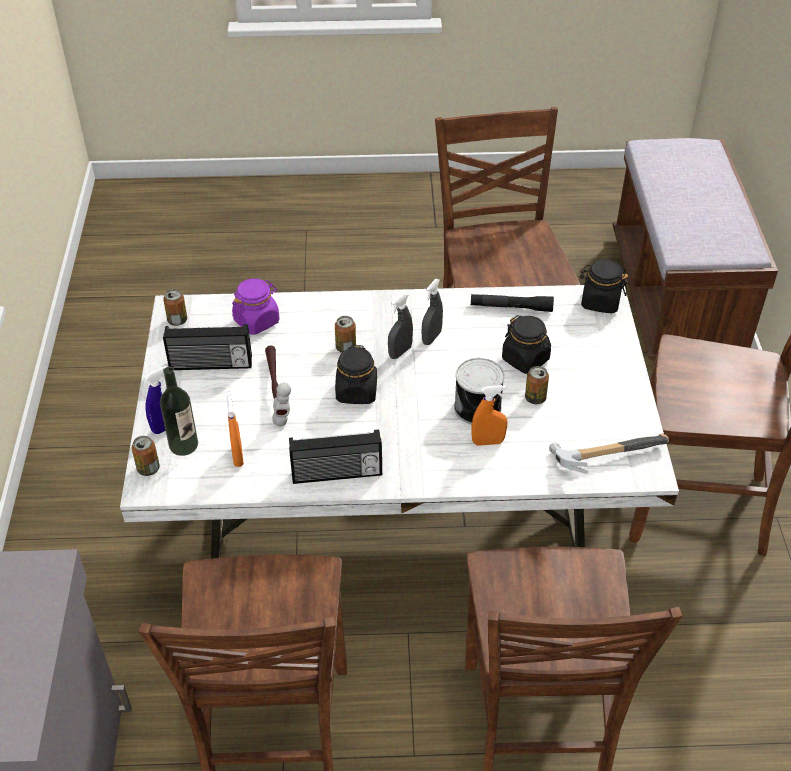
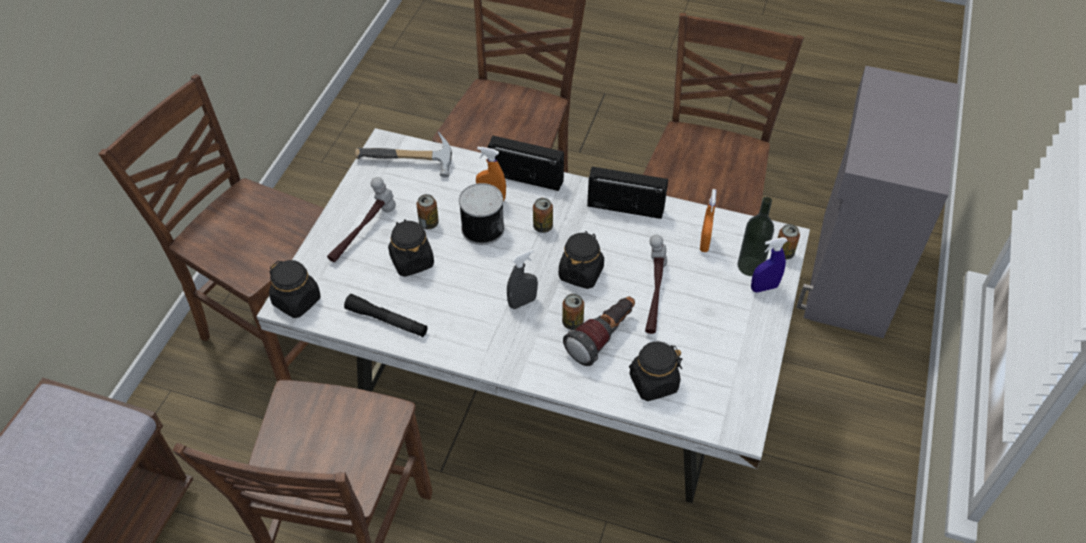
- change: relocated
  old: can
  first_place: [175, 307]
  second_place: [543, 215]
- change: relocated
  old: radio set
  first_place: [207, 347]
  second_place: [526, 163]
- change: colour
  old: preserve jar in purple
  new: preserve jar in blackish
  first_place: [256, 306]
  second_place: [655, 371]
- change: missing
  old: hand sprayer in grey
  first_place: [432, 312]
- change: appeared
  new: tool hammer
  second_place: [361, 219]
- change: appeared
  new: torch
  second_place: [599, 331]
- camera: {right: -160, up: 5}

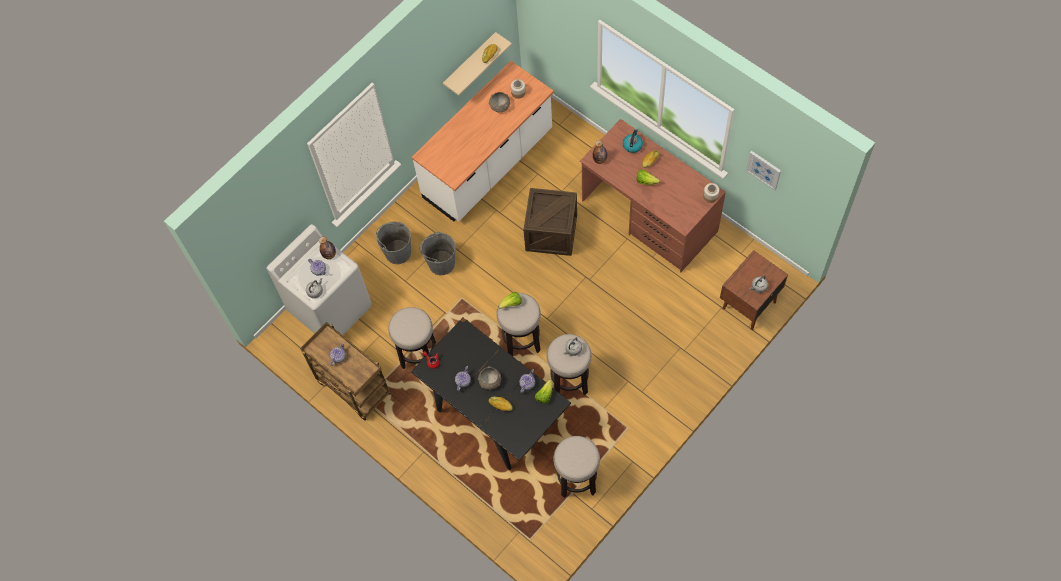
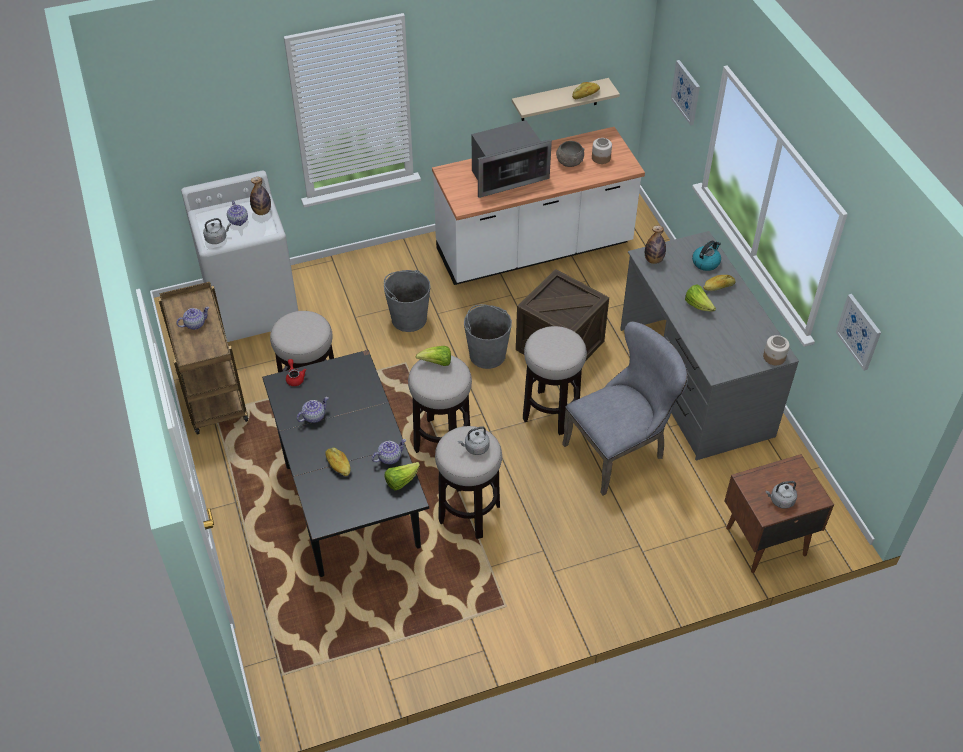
- change: relocated
  old: bucket in grey
  first_place: [393, 242]
  second_place: [488, 336]
- change: missing
  old: bowl in grey
  first_place: [489, 378]
- change: relocated
  old: sitting stool
  first_place: [576, 467]
  second_place: [555, 380]
- change: colour
  old: desk table in brownish
  new: desk table in grey
  first_place: [653, 195]
  second_place: [709, 345]
- change: appeared
  new: kitchen microwave
  second_place: [512, 159]
- change: appeared
  new: plain chair in grey
  second_place: [625, 408]
- change: appeared
  new: picture
  second_place: [685, 92]
- camera: {right: 25, up: -15}

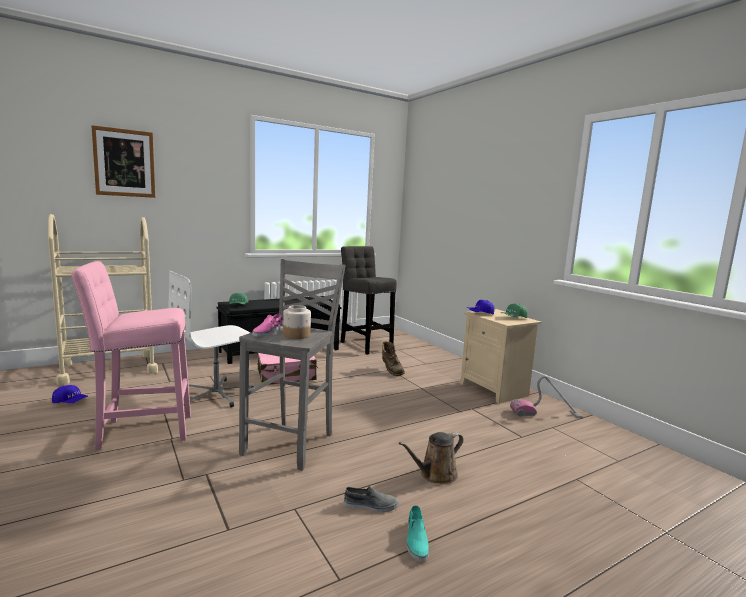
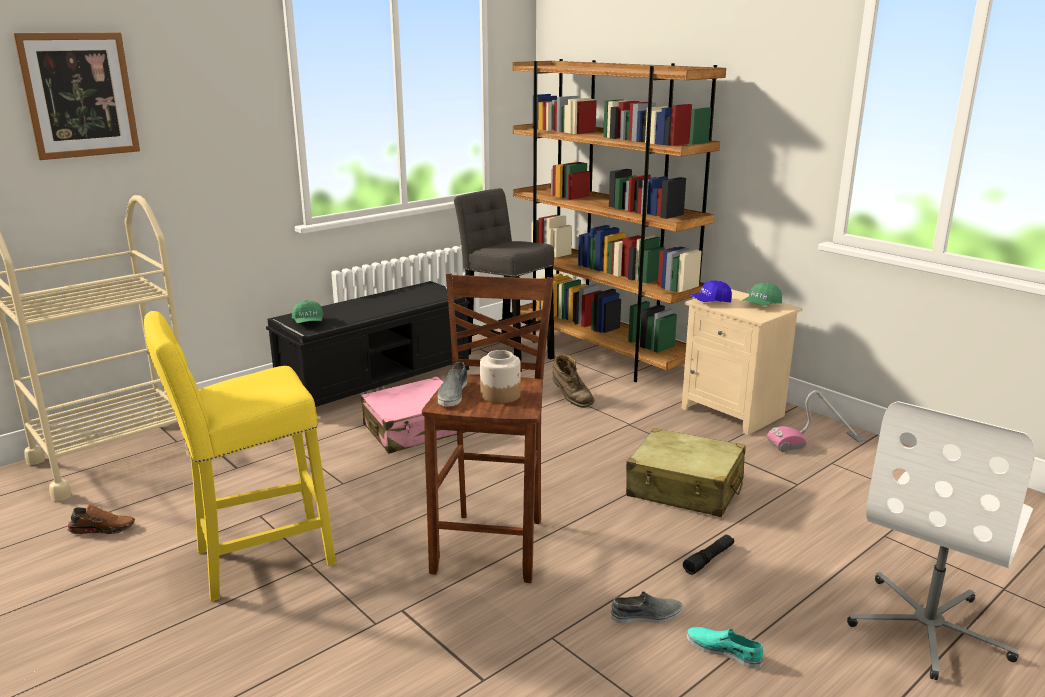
- change: exchanged
  old: baseball cap in blue
  new: item of footwear in brownish
  first_place: [70, 394]
  second_place: [101, 519]
- change: colour
  old: sitting stool in pink
  new: sitting stool in yellowish
  first_place: [131, 355]
  second_place: [240, 456]
- change: relocated
  old: desk chair in whitish
  first_place: [211, 339]
  second_place: [941, 540]
- change: colour
  old: sitting stool in grey
  new: sitting stool in brownish
  first_place: [292, 365]
  second_place: [488, 428]
- change: colour
  old: item of footwear in pink
  new: item of footwear in grey
  first_place: [268, 325]
  second_place: [452, 384]
- change: exchanged
  old: sprinkling can in brownish
  new: torch in blackish
  first_place: [431, 457]
  second_place: [708, 555]
- change: spun
  old: item of footwear in turquoise-coloured
  first_place: [417, 533]
  second_place: [725, 648]
  degrees: 135
- change: appeared
  new: bookcase in brownish
  second_place: [619, 220]
- change: appeared
  new: travel case in beige
  second_place: [686, 472]
- camera: {right: -10, up: 10}

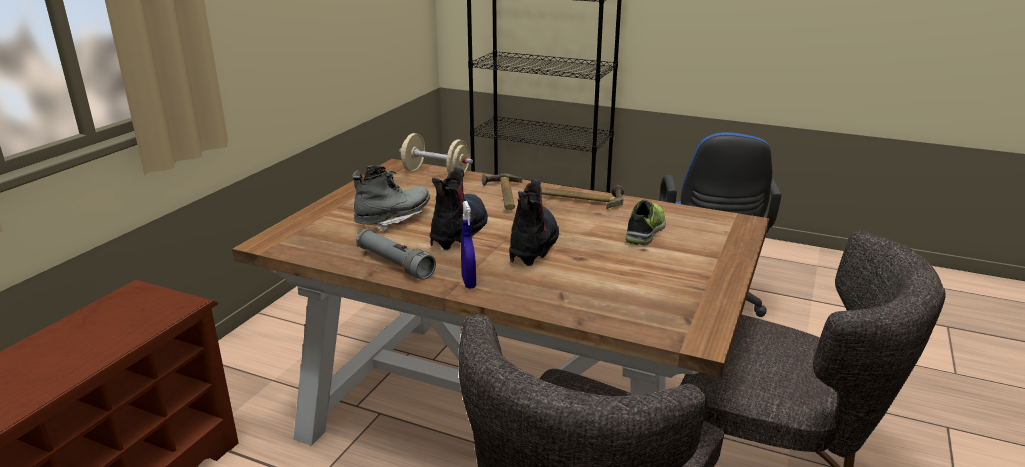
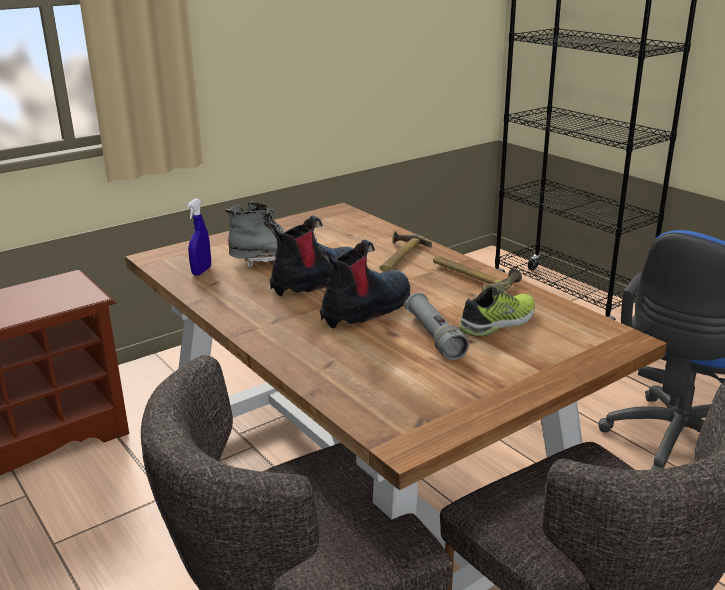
- change: relocated
  old: torch in grey
  first_place: [396, 254]
  second_place: [437, 326]
- change: missing
  old: hand weight in beige
  first_place: [436, 154]
- change: relocated
  old: hand sprayer in blue
  first_place: [468, 245]
  second_place: [199, 237]
- camera: {right: 30, up: 0}

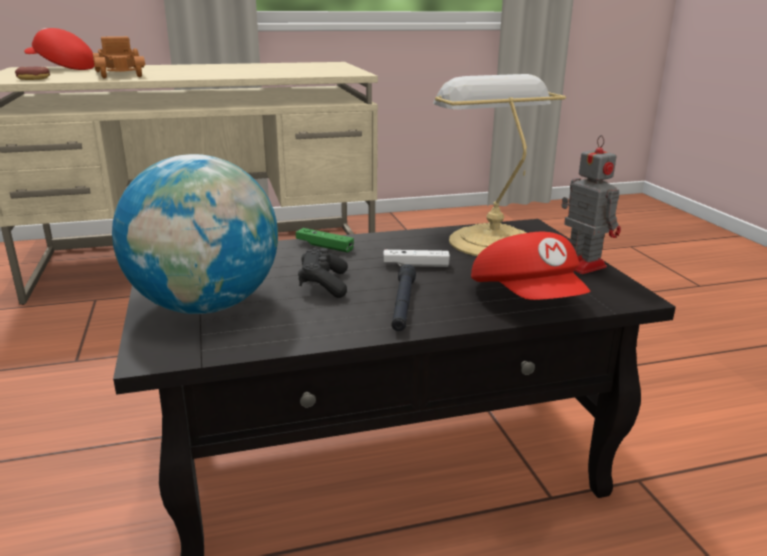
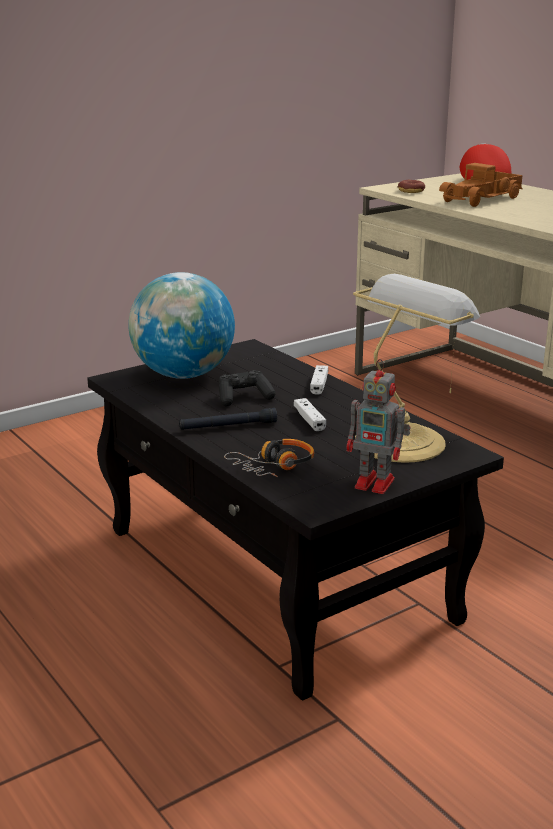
- change: colour
  old: gamepad in green
  new: gamepad in whitish
  first_place: [325, 240]
  second_place: [319, 380]
- change: exchanged
  old: baseball cap in red
  new: pair of headphones
  first_place: [530, 266]
  second_place: [269, 458]
- change: spun
  old: robot figure
  first_place: [591, 204]
  second_place: [378, 426]
  degrees: 75
- camera: {right: 70, up: 0}

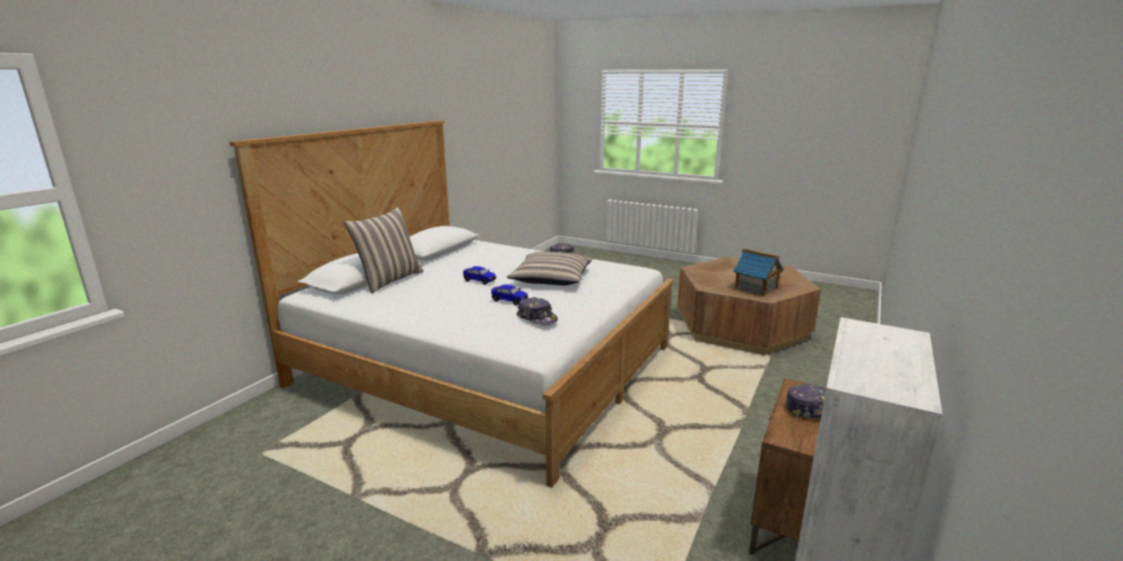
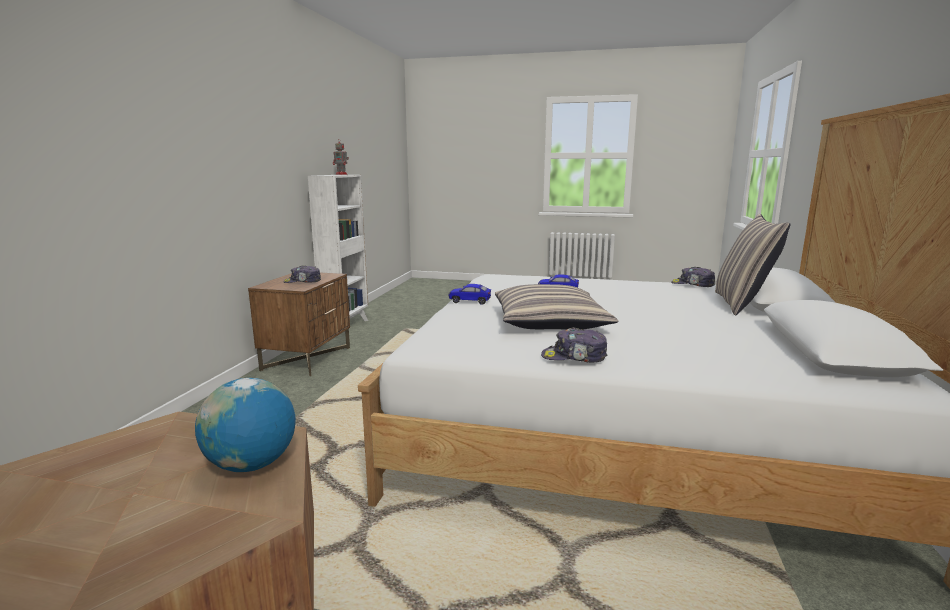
- change: relocated
  old: model car
  first_place: [479, 275]
  second_place: [469, 294]
- change: relocated
  old: baseball cap
  first_place: [537, 311]
  second_place: [693, 277]
- change: missing
  old: miniature house
  first_place: [758, 272]
- change: appeared
  new: desk globe
  second_place: [245, 425]
- change: appeared
  new: robot figure
  second_place: [341, 157]
- camera: {right: 165, up: -5}

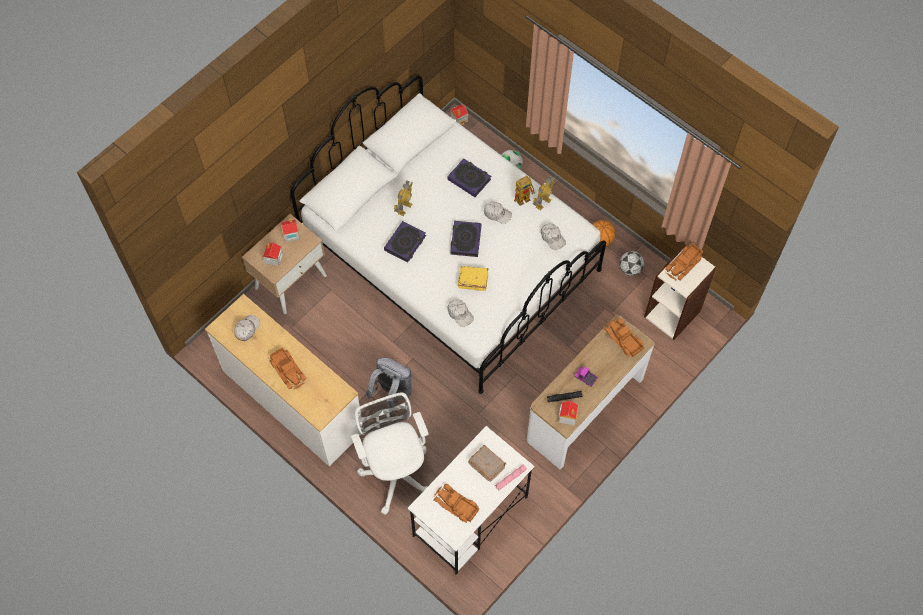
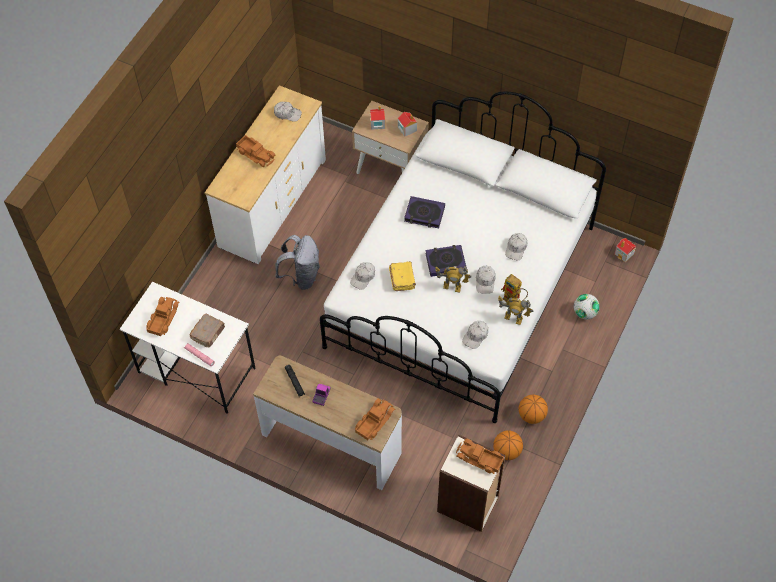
- change: spun
  old: toy truck
  first_place: [288, 368]
  second_place: [255, 151]
  degrees: -90
- change: missing
  old: desk chair in whitish
  first_place: [390, 453]
- change: relocated
  old: robot figure
  first_place: [403, 198]
  second_place: [453, 279]
- change: exchanged
  old: volume
  new: baseball cap in whitish
  first_place: [469, 177]
  second_place: [516, 247]
- change: missing
  old: miniature house
  first_place: [568, 413]
- change: exchanged
  old: football ball
  new: basketball ball
  first_place: [631, 263]
  second_place: [508, 445]
- camera: {right: 75, up: -5}

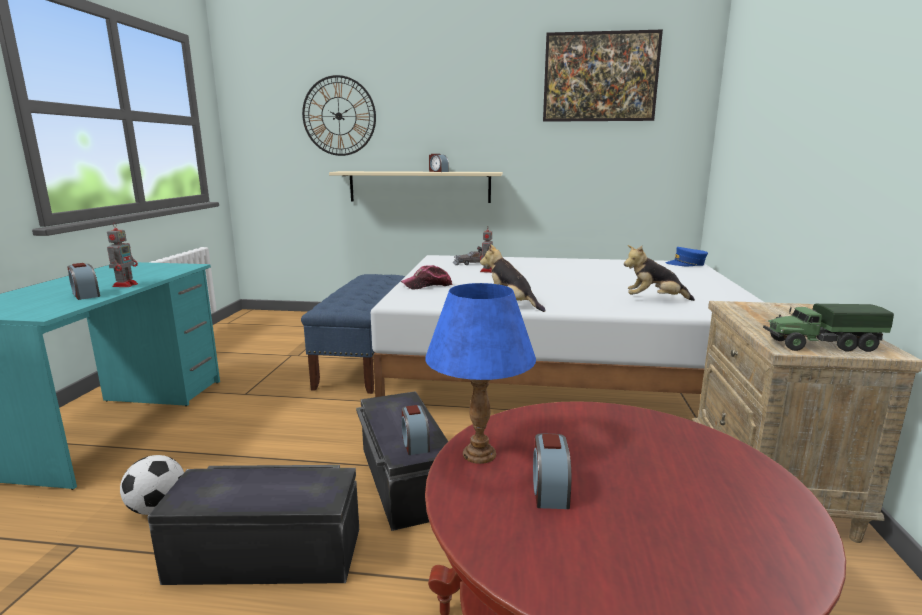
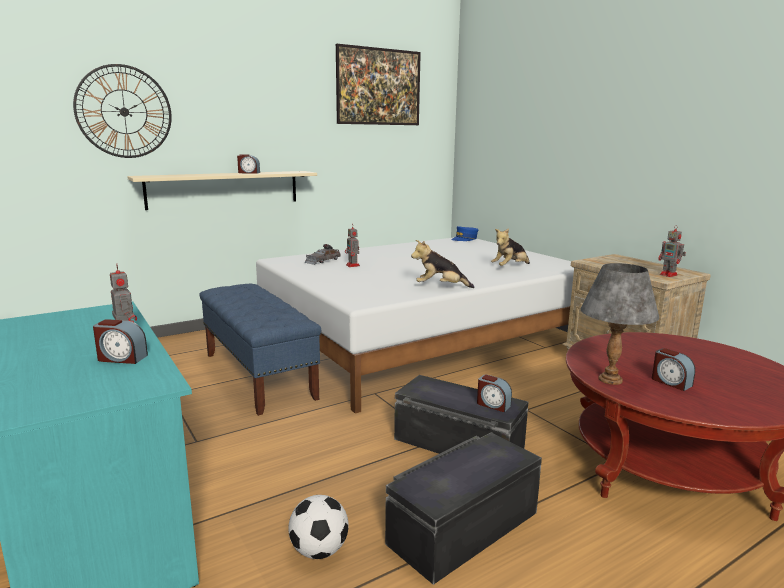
- change: missing
  old: baseball cap
  first_place: [426, 277]
- change: colour
  old: lamp for a table in blue
  new: lamp for a table in grey
  first_place: [480, 373]
  second_place: [620, 324]
- change: exchanged
  old: toy truck
  new: robot figure
  first_place: [828, 328]
  second_place: [672, 251]
- camera: {right: -40, up: 0}

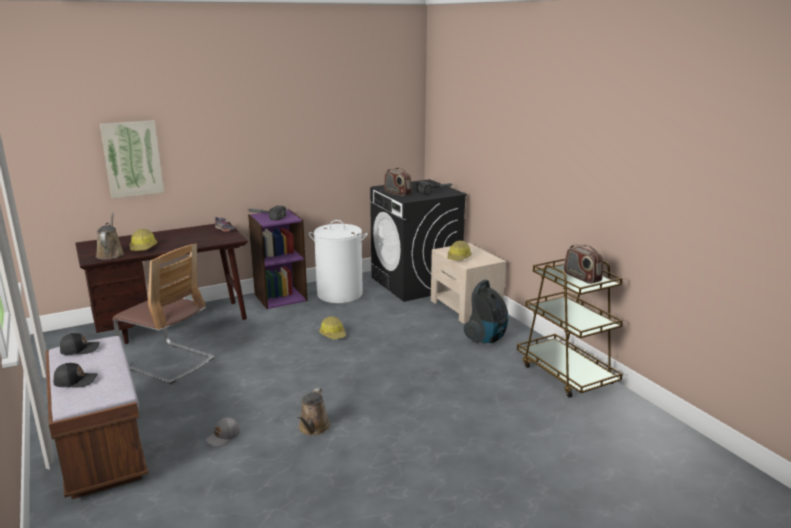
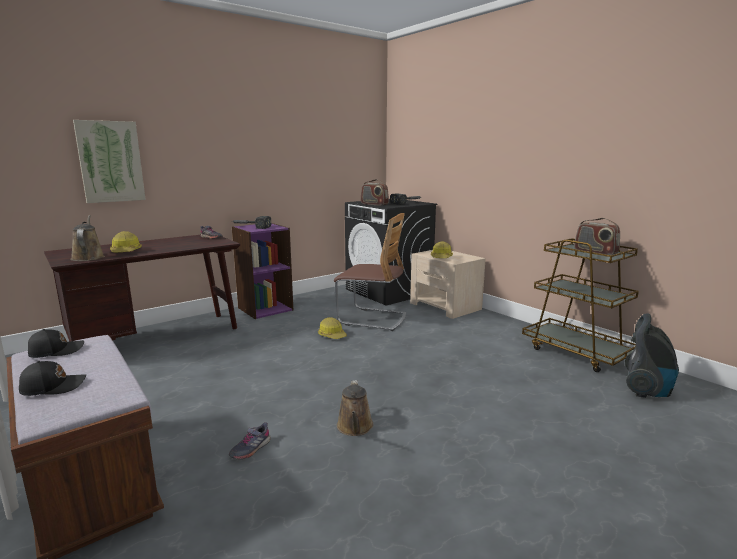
- change: relocated
  old: plain chair
  first_place: [163, 313]
  second_place: [370, 272]
- change: exchanged
  old: baseball cap in grey
  new: item of footwear in grey
  first_place: [222, 432]
  second_place: [250, 441]
- change: missing
  old: hamper in whitish
  first_place: [338, 261]
- change: relocated
  old: vacuum cleaner
  first_place: [486, 311]
  second_place: [652, 355]
- camera: {right: -10, up: -5}

